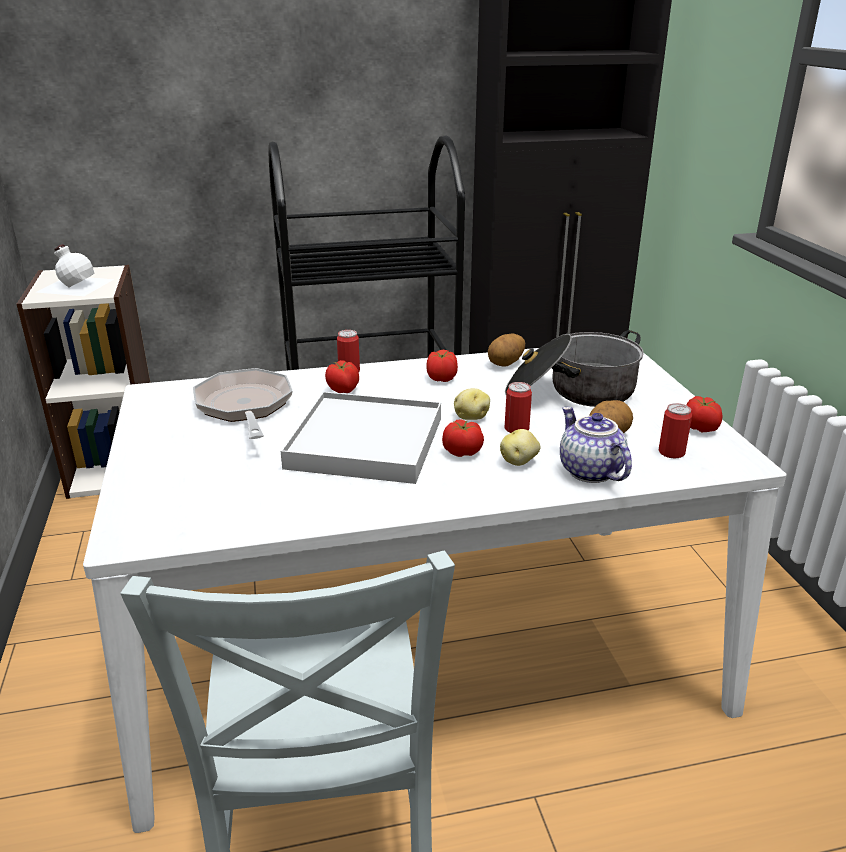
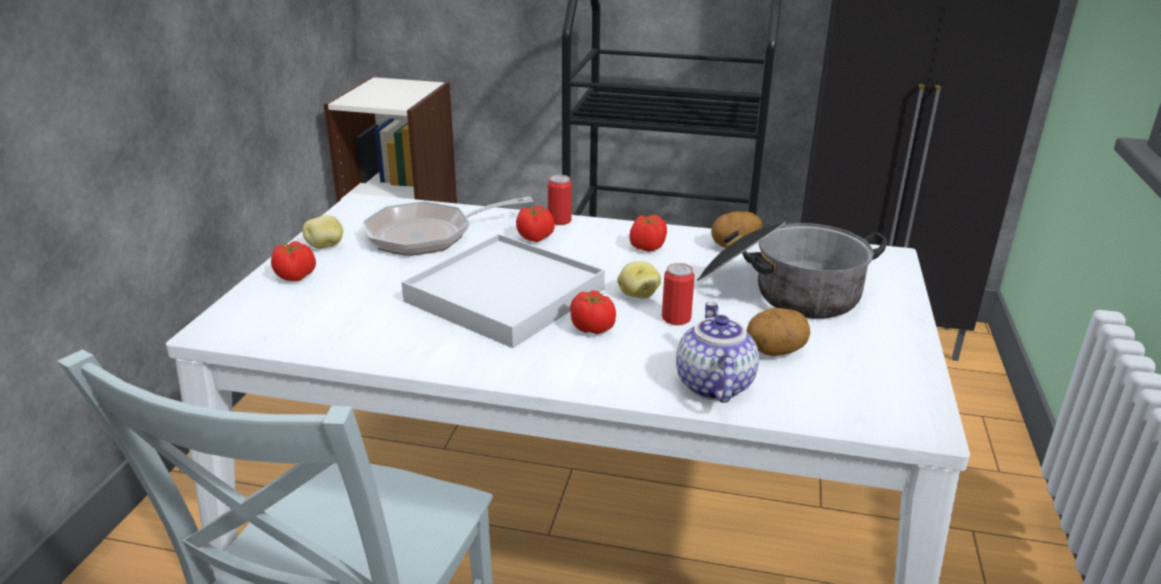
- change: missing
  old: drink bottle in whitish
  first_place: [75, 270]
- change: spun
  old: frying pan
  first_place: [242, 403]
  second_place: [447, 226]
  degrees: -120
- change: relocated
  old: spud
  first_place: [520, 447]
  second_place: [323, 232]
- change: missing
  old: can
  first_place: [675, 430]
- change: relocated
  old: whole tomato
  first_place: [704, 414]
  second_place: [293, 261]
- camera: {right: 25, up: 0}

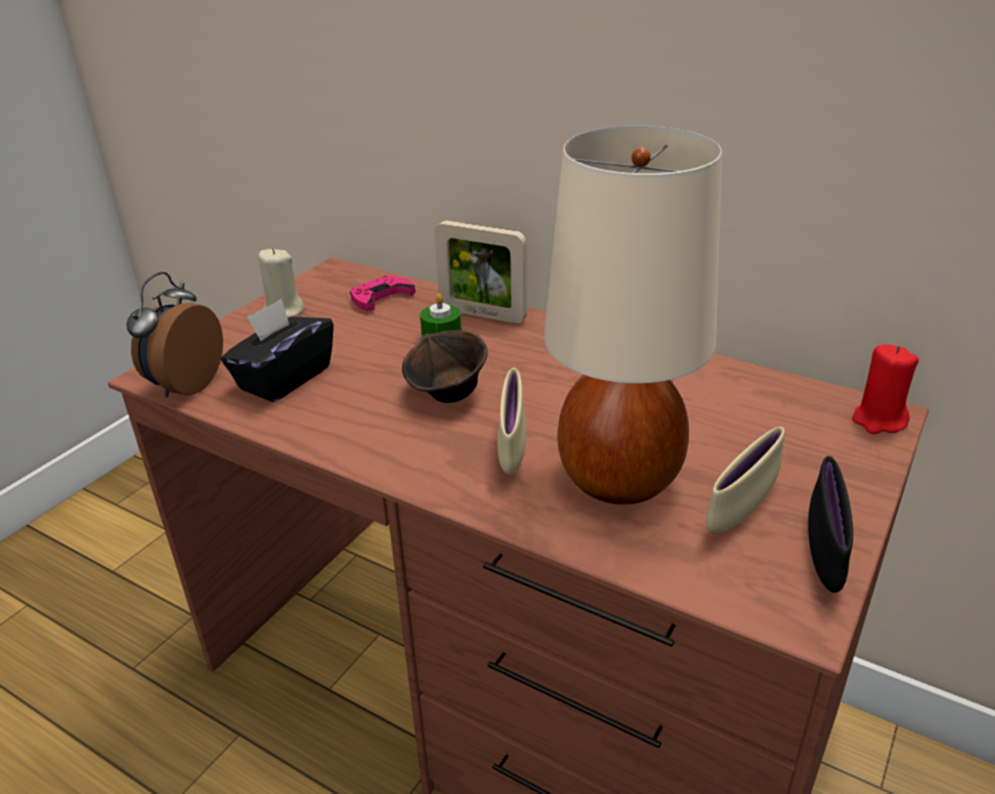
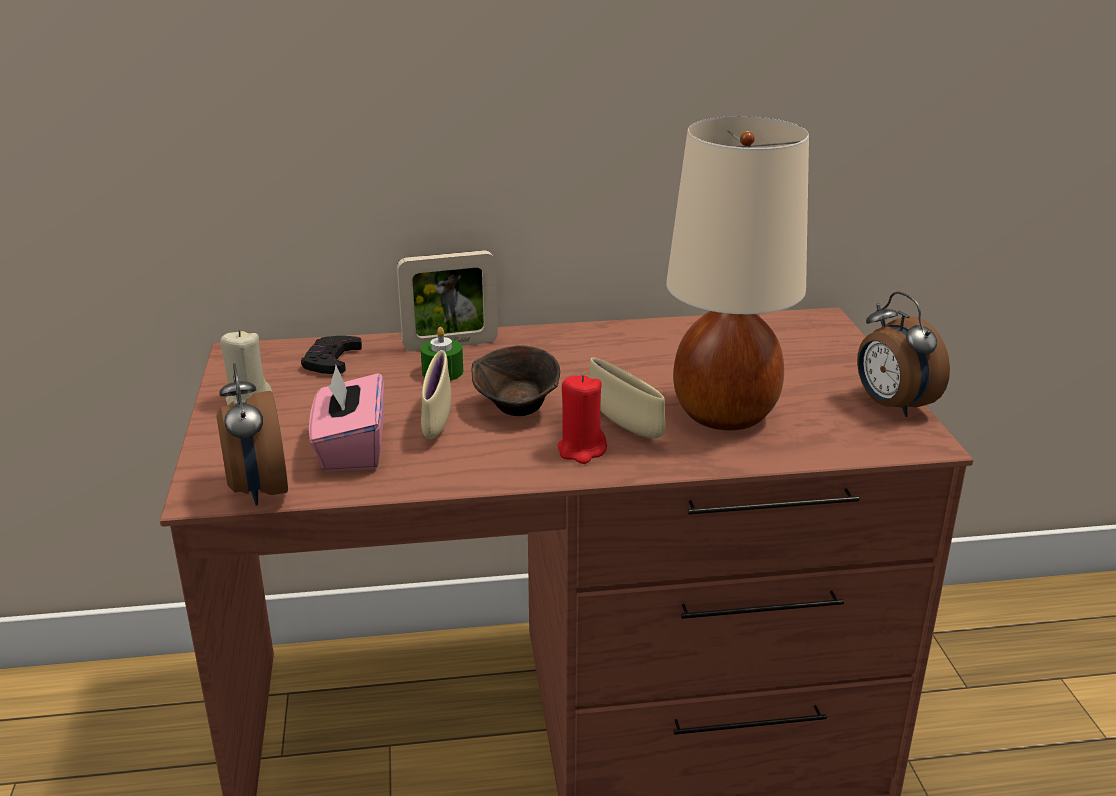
- change: colour
  old: box of tissues in blackish
  new: box of tissues in pink
  first_place: [277, 350]
  second_place: [346, 418]
- change: colour
  old: gamepad in pink
  new: gamepad in blackish
  first_place: [382, 293]
  second_place: [331, 355]
- change: relocated
  old: bowl in beige
  first_place: [745, 480]
  second_place: [436, 394]
- change: exchanged
  old: bowl in blackish
  new: alarm clock
  first_place: [830, 524]
  second_place: [903, 354]
- change: relocated
  old: wax light in red
  first_place: [885, 389]
  second_place: [582, 419]
- camera: {right: -40, up: -5}

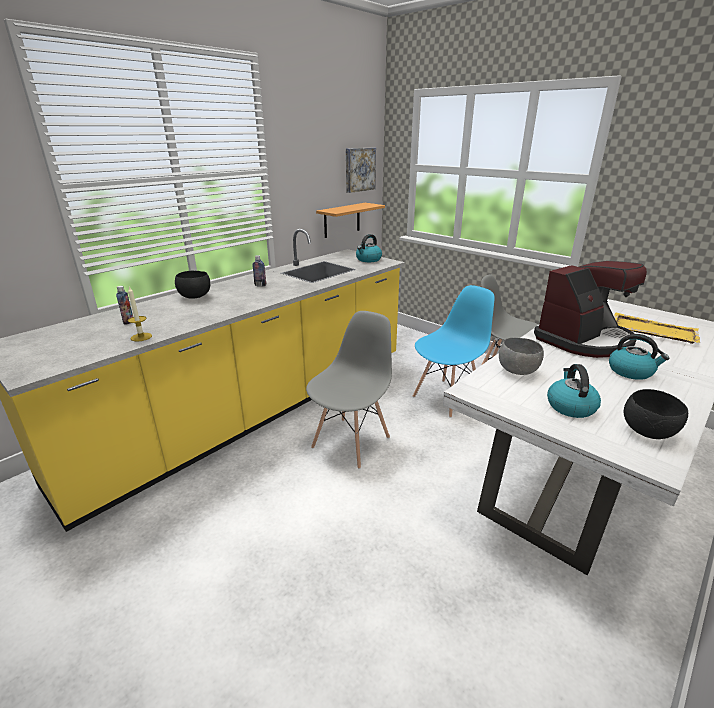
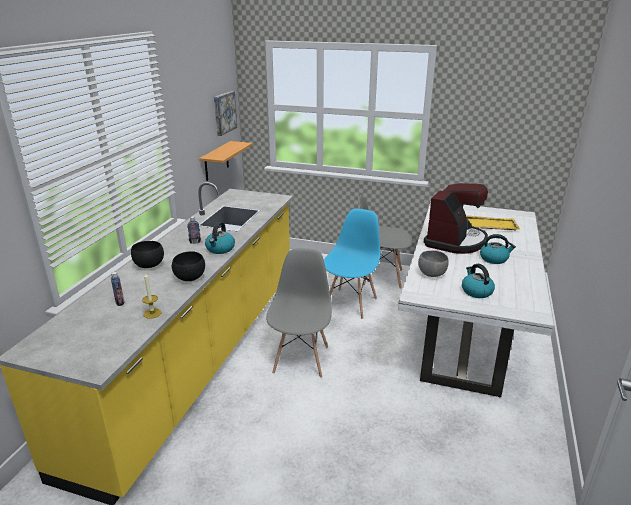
- change: relocated
  old: tea kettle
  first_place: [369, 248]
  second_place: [220, 238]
- change: relocated
  old: bowl in blackish
  first_place: [656, 414]
  second_place: [188, 266]
- camera: {right: -25, up: 0}

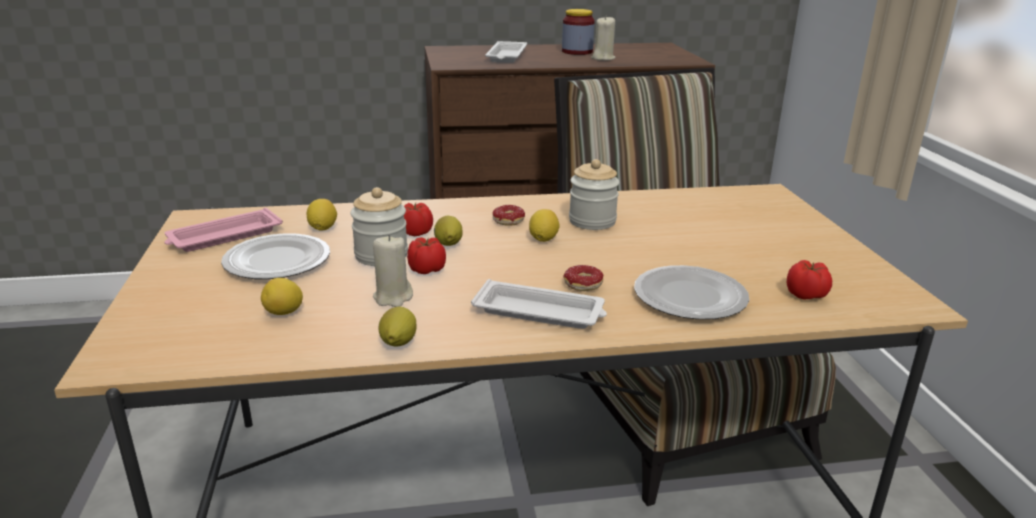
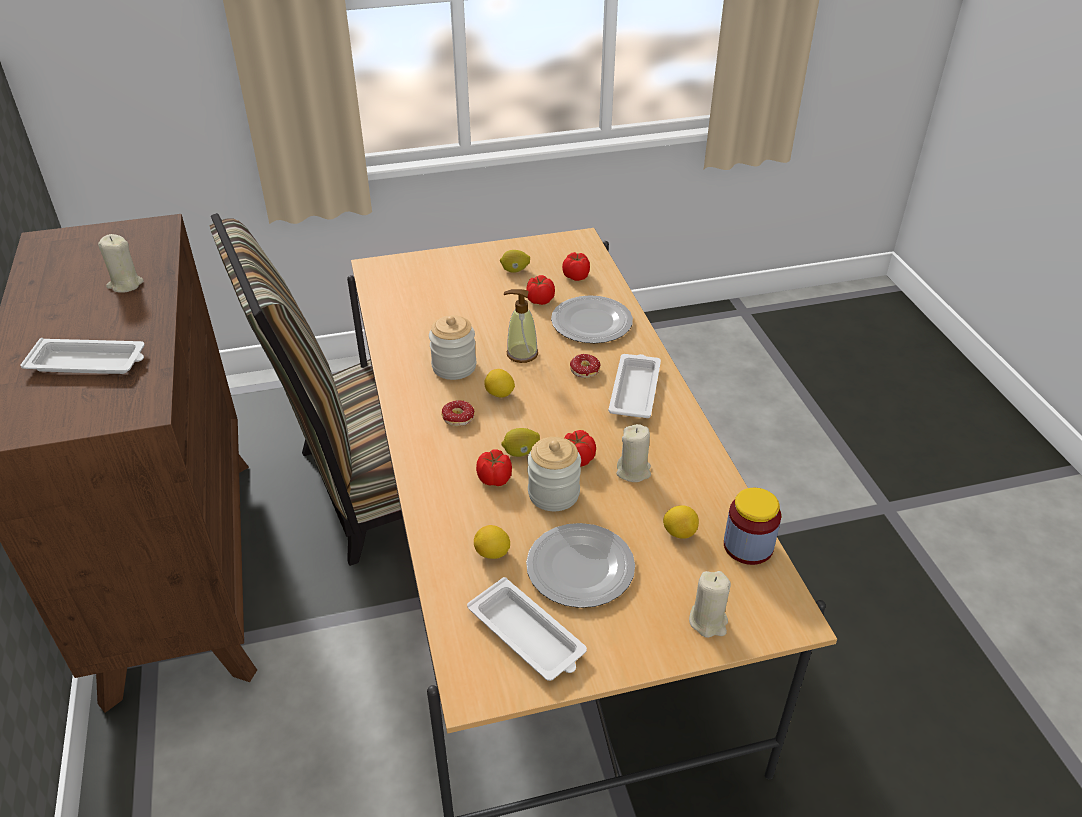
- change: colour
  old: tray in pink
  new: tray in whitish
  first_place: [224, 230]
  second_place: [527, 629]
- change: relocated
  old: citrus fruit
  first_place: [397, 326]
  second_place: [515, 261]
- change: relocated
  old: preserve jar
  first_place: [578, 32]
  second_place: [752, 526]
- change: appeared
  new: soap bottle
  second_place: [521, 326]
- change: appeared
  new: whole tomato
  second_place: [540, 290]
- change: appeared
  new: wax light in beige
  second_place: [710, 604]
- camera: {right: -95, up: 15}

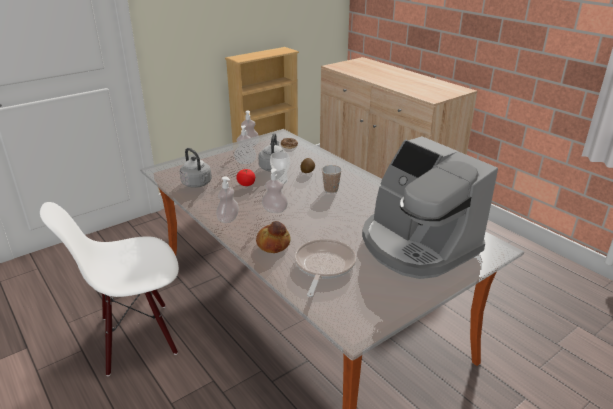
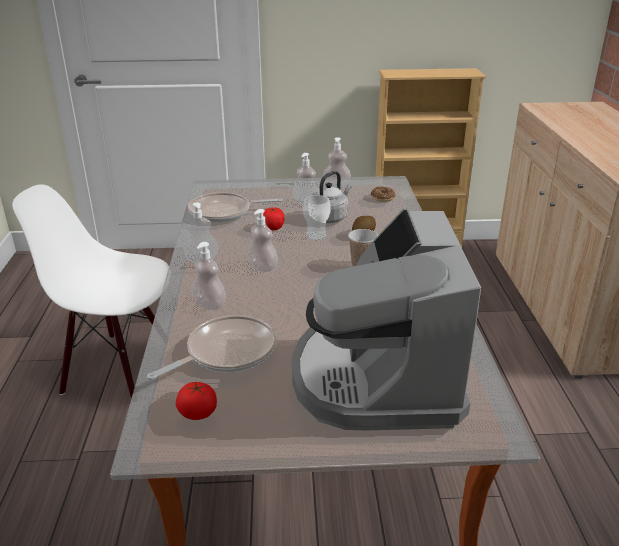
- change: exchanged
  old: tea kettle in grey
  new: frying pan
  first_place: [196, 168]
  second_place: [235, 207]
- change: exchanged
  old: bread
  new: soap bottle
  first_place: [273, 237]
  second_place: [209, 276]
- change: appeared
  new: whole tomato
  second_place: [196, 401]
- camera: {right: 35, up: 0}

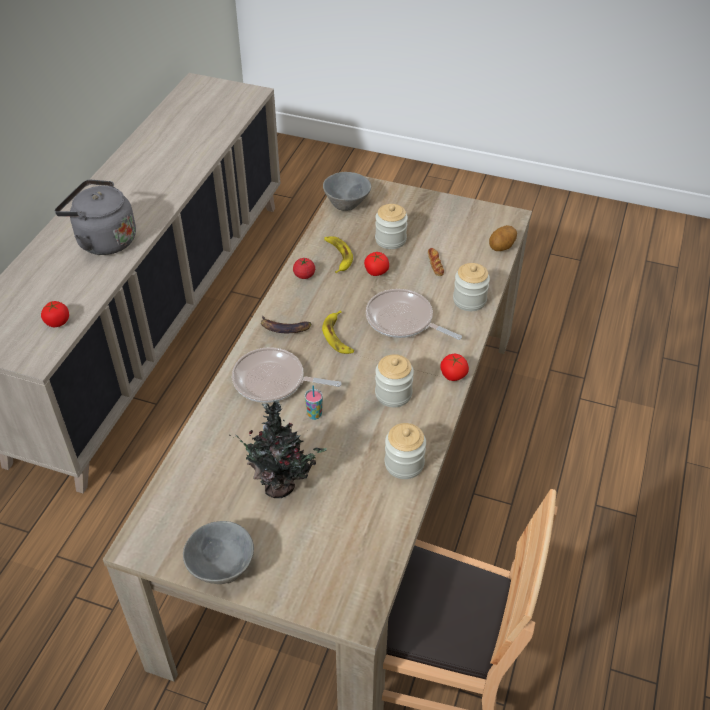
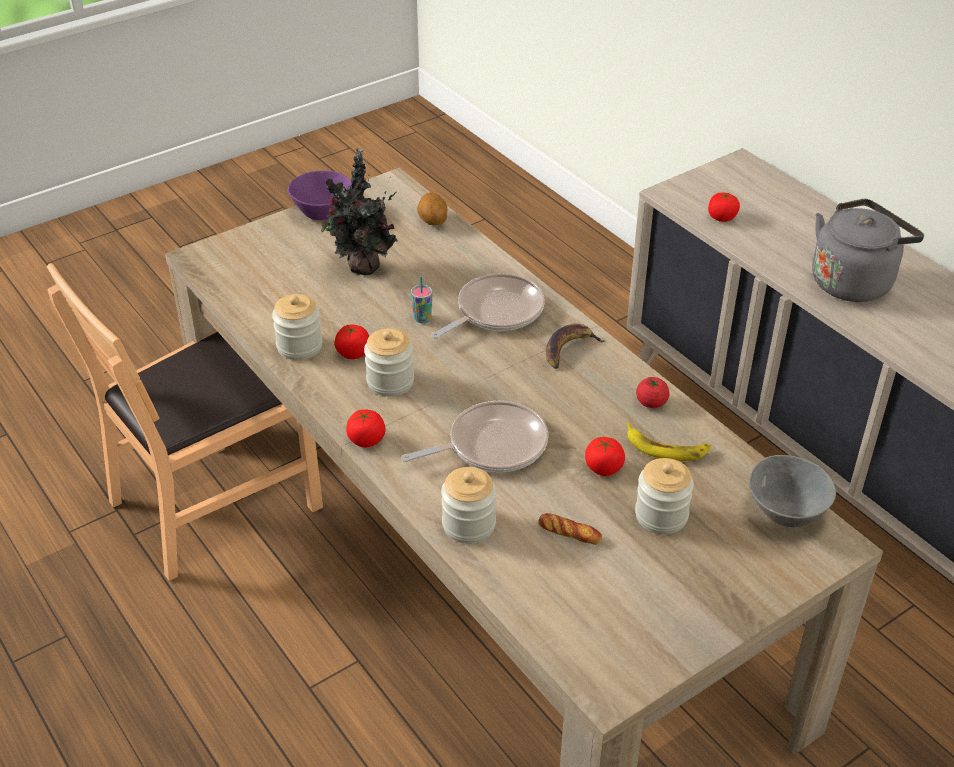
- change: colour
  old: bowl in grey
  new: bowl in purple
  first_place: [218, 552]
  second_place: [320, 195]
- change: missing
  old: whole banana
  first_place: [338, 332]
- change: relocated
  old: spud
  first_place: [503, 238]
  second_place: [432, 209]
- change: appeared
  new: whole tomato
  second_place: [351, 342]
- camera: {right: 125, up: -5}

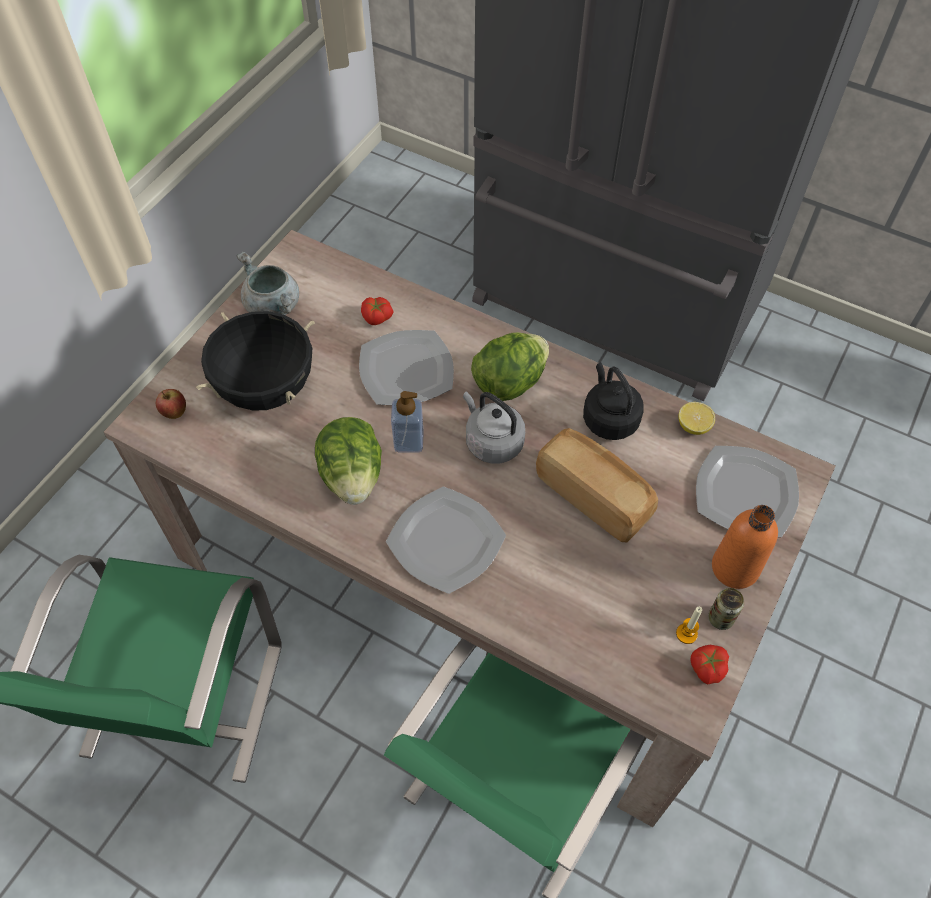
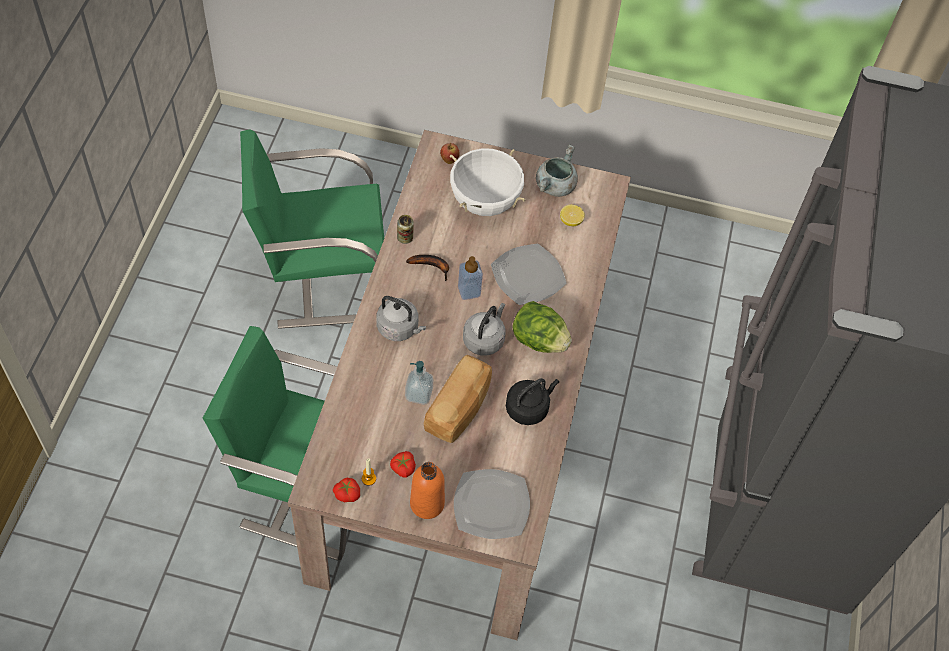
- change: colour
  old: stockpot in blackish
  new: stockpot in whitish
  first_place: [255, 361]
  second_place: [488, 182]
- change: exchanged
  old: lettuce head
  new: whole banana
  first_place: [348, 461]
  second_place: [427, 268]
- change: relocated
  old: whole tomato
  first_place: [377, 311]
  second_place: [403, 464]
- change: exchanged
  old: plate
  new: tea kettle in grey
  first_place: [446, 540]
  second_place: [401, 318]
- change: relocated
  old: citrus fruit
  first_place: [696, 418]
  second_place: [572, 215]
- change: relocated
  old: can
  first_place: [726, 609]
  second_place: [405, 229]
- change: appeared
  new: soap bottle
  second_place: [419, 383]
- camera: {right: 70, up: 0}

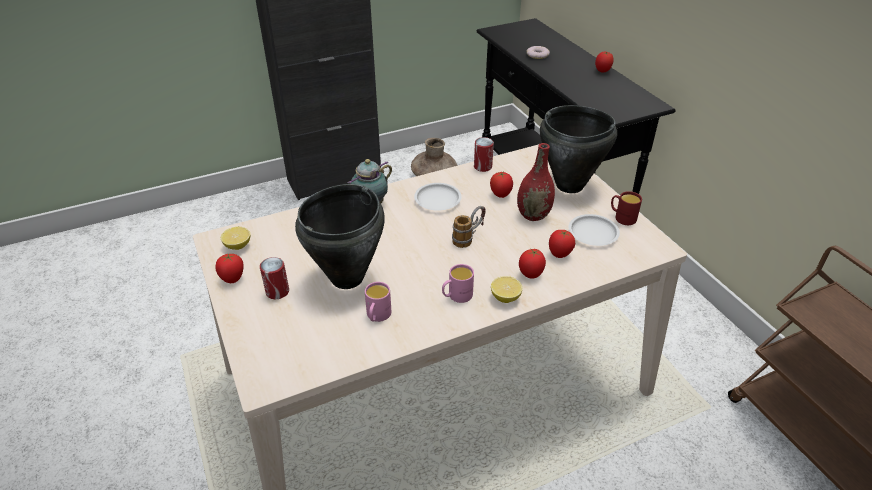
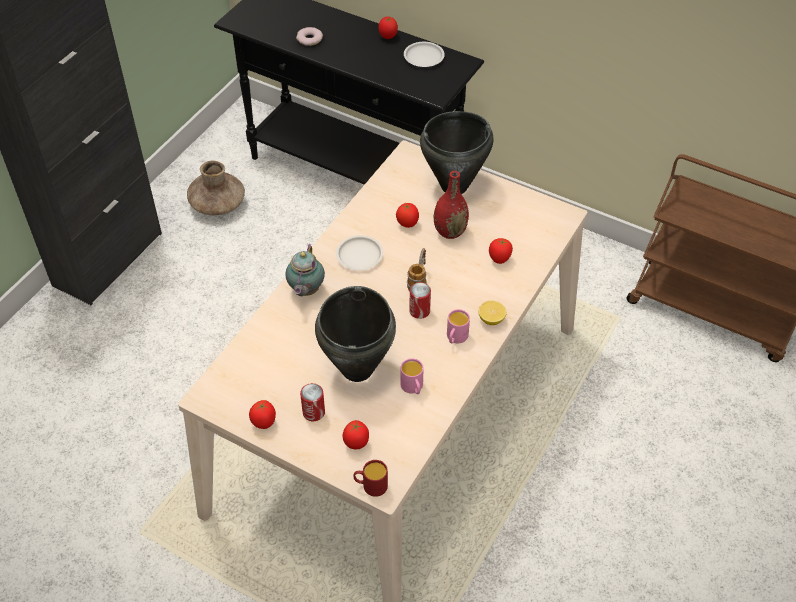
- change: missing
  old: citrus fruit
  first_place: [235, 238]
- change: relocated
  old: can
  first_place: [484, 154]
  second_place: [420, 300]
- change: relocated
  old: whole tomato
  first_place: [532, 264]
  second_place: [355, 434]
- change: relocated
  old: plate in whitish
  first_place: [594, 230]
  second_place: [424, 54]
- change: relocated
  old: coffee mug in red
  first_place: [626, 208]
  second_place: [371, 478]
- camera: {right: -35, up: 10}

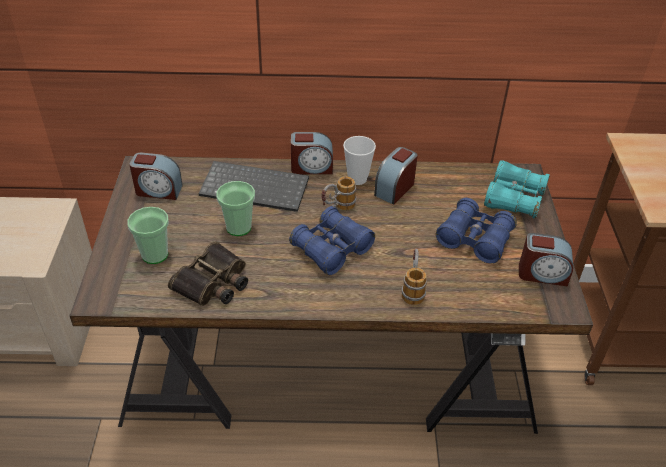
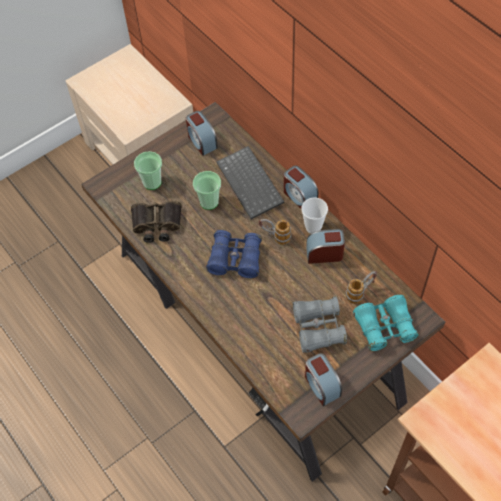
- change: relocated
  old: coffee mug
  first_place: [414, 276]
  second_place: [361, 287]
- change: colour
  old: binoculars in blue
  new: binoculars in grey
  first_place: [476, 230]
  second_place: [320, 324]
- camera: {right: 55, up: 15}

